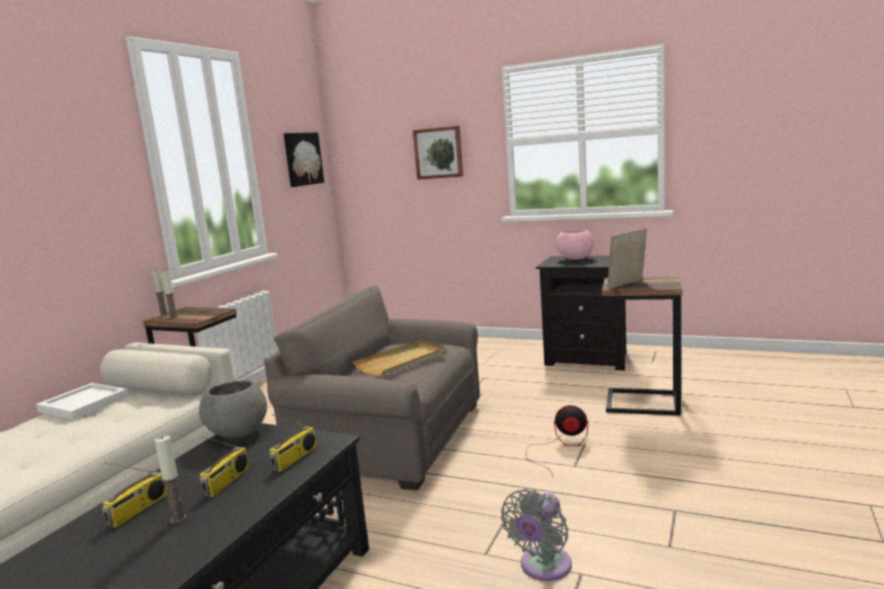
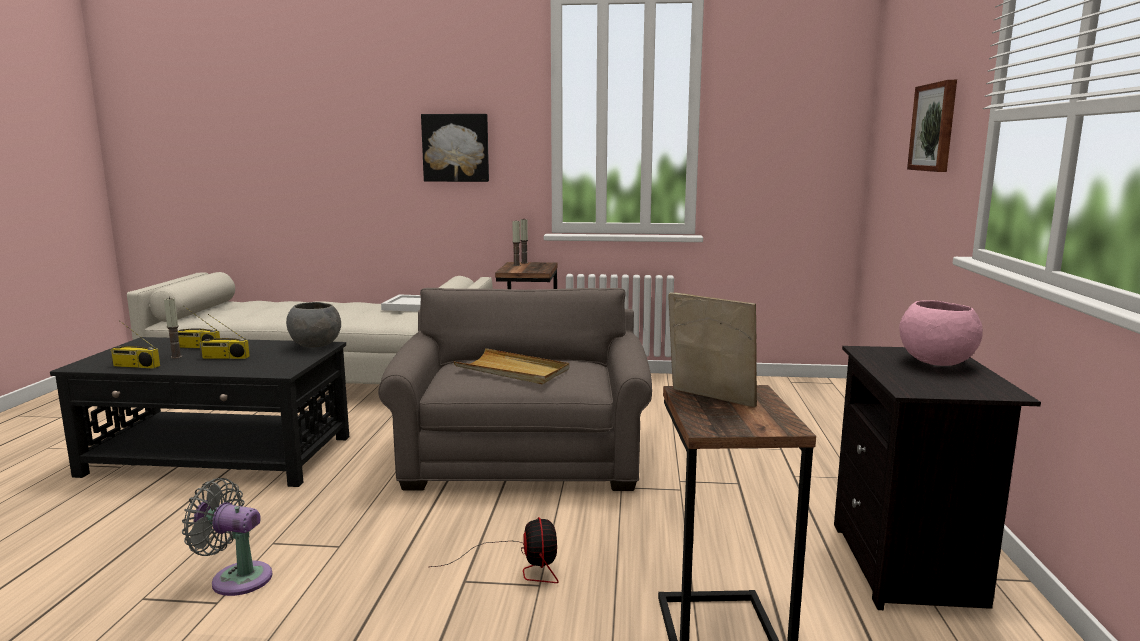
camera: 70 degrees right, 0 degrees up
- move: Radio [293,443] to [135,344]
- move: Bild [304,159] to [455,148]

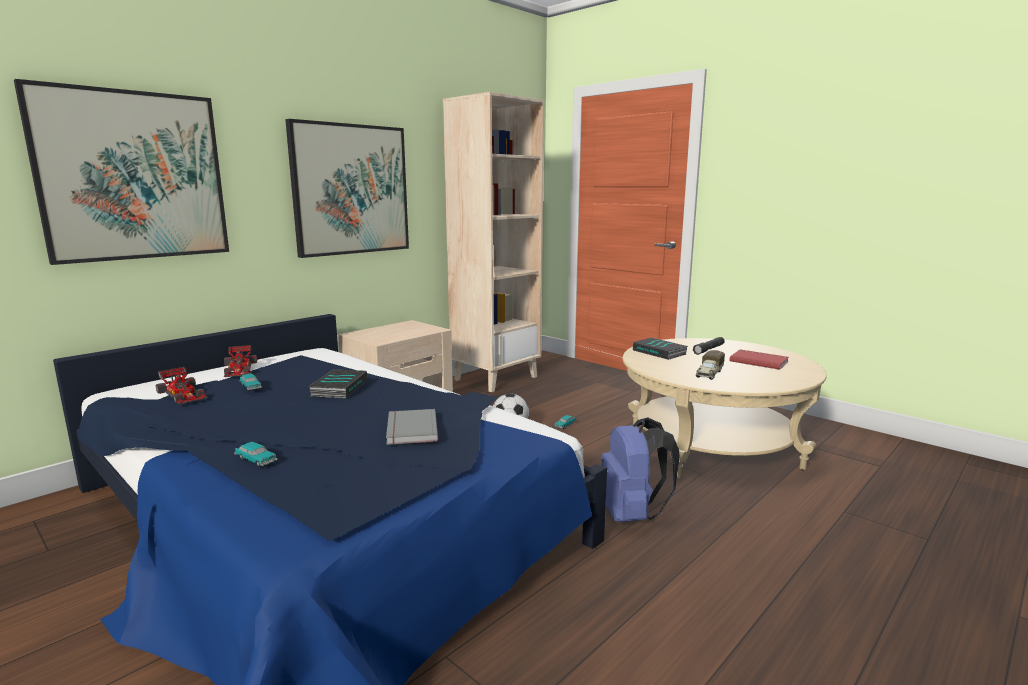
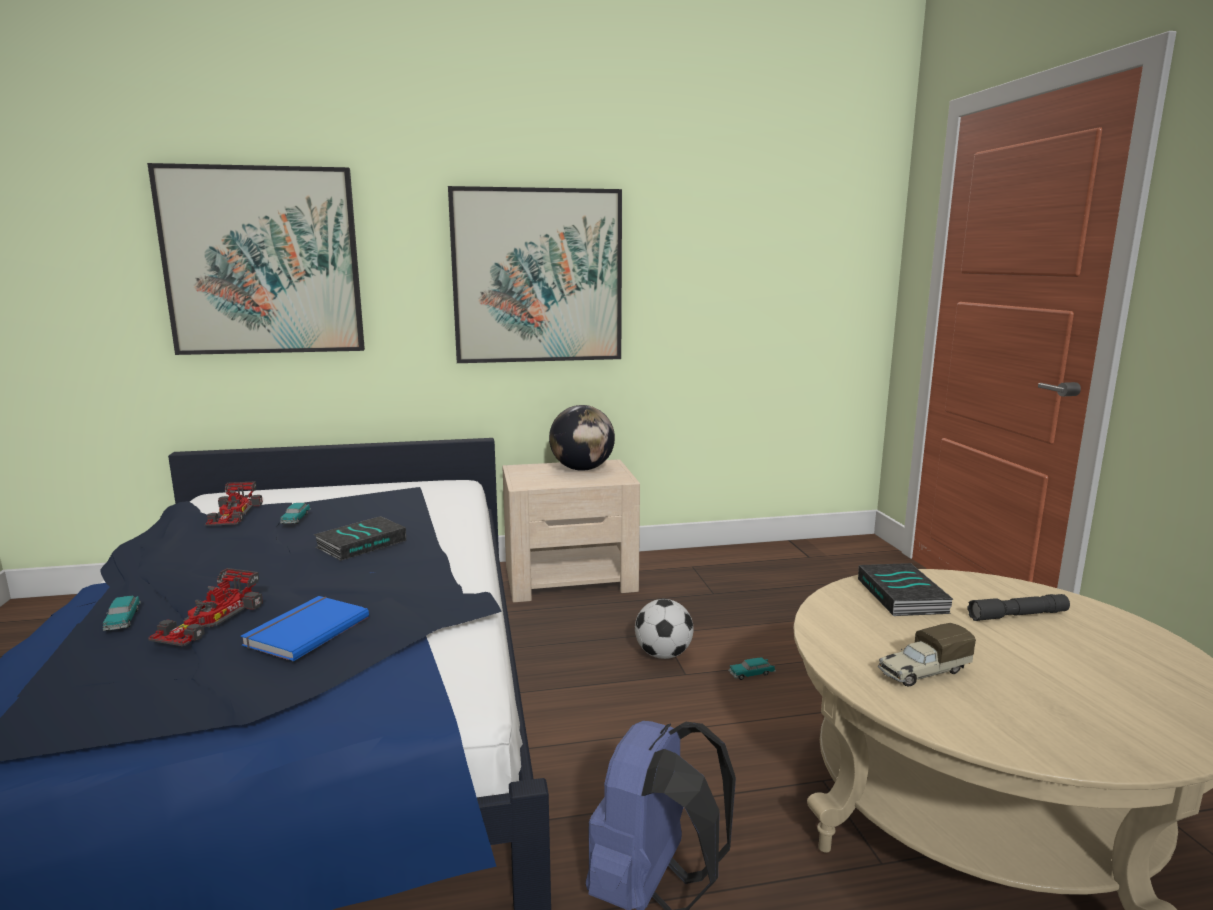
camera: 35 degrees right, 0 degrees up
- move: Spielzeugauto [240,361] to [205,607]
- recolor: Buch [grau] [412,427] to Buch [blau] [305,628]
- insert: Globus [582,438]
- delete: Bücherregal [beige] [493,242]
- delete: Buch [rot] [759,359]

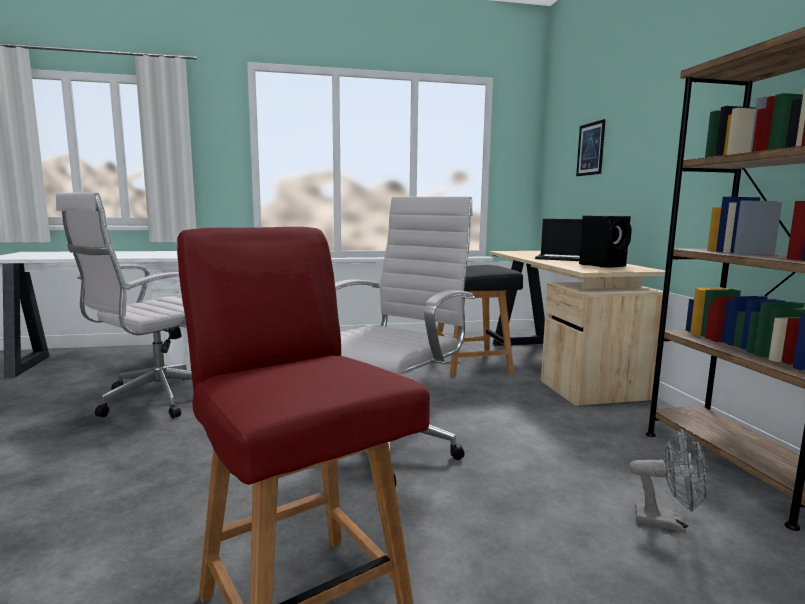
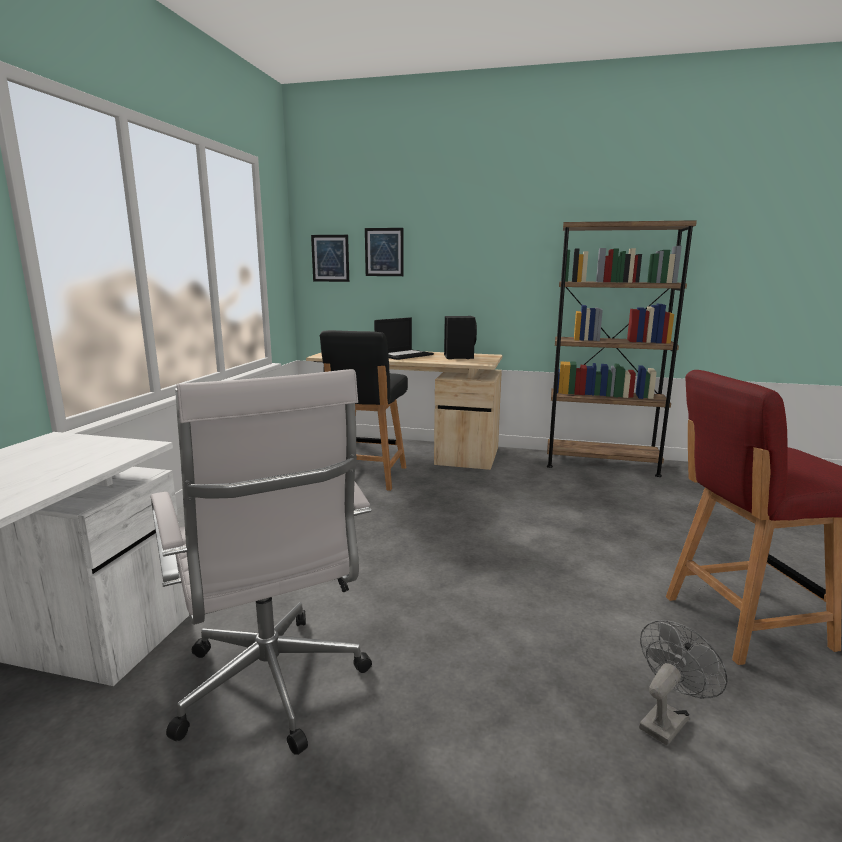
camera: 65 degrees left, 5 degrees up
- insert: Bild [330,258]
- move: Ventilator [grau] [669,481] to [683,683]
- delete: Bürostuhl [weiß] [405,341]

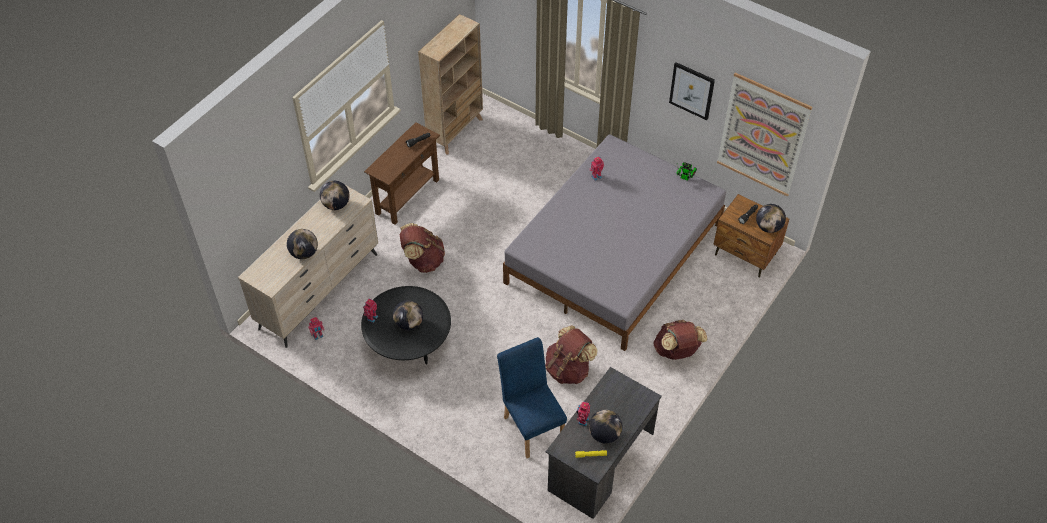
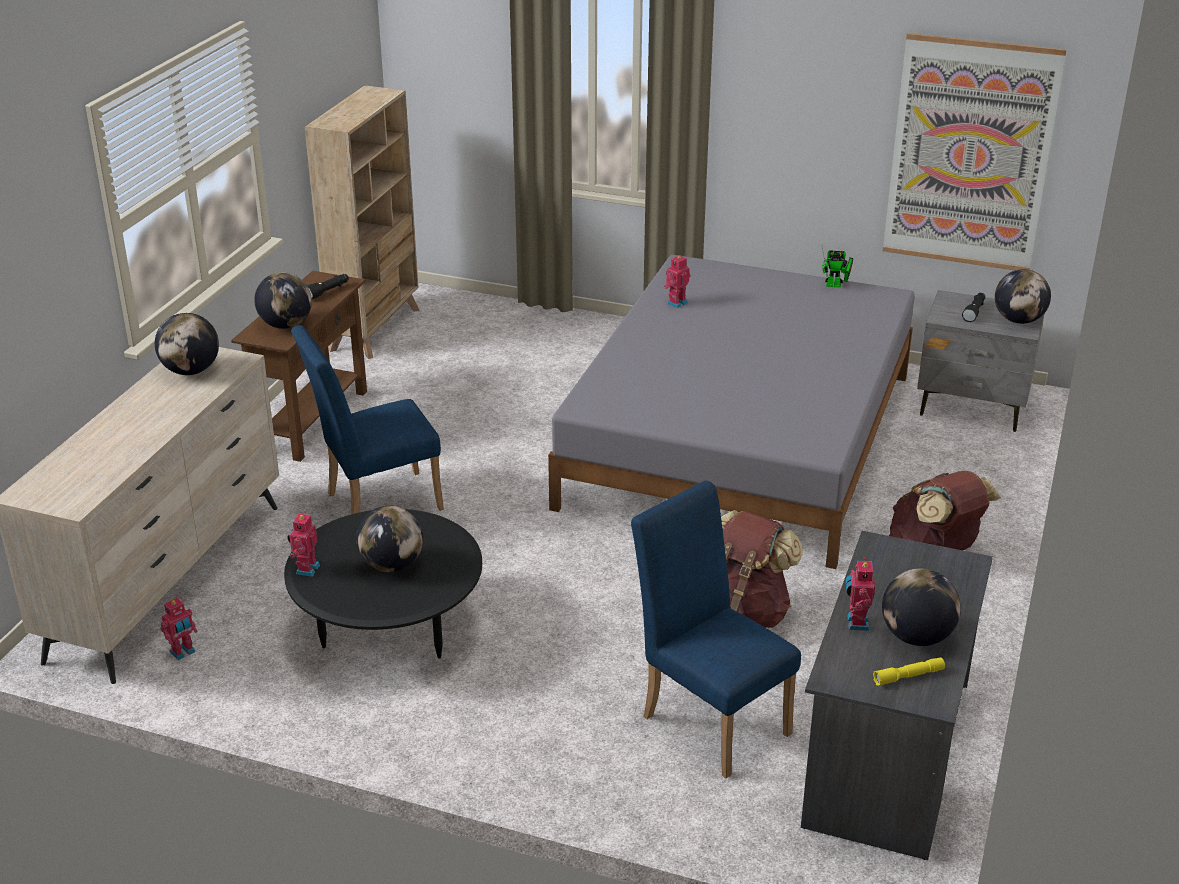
camera: 15 degrees left, 20 degrees down
- move: Globus [302,244] to [283,300]
- replace: Rucksack [braun] [422,248] to Stuhl [blau] [367,419]
- recolor: Nachttisch [braun] [751,236] to Nachttisch [grau] [981,361]
- delete: Bild [692,91]

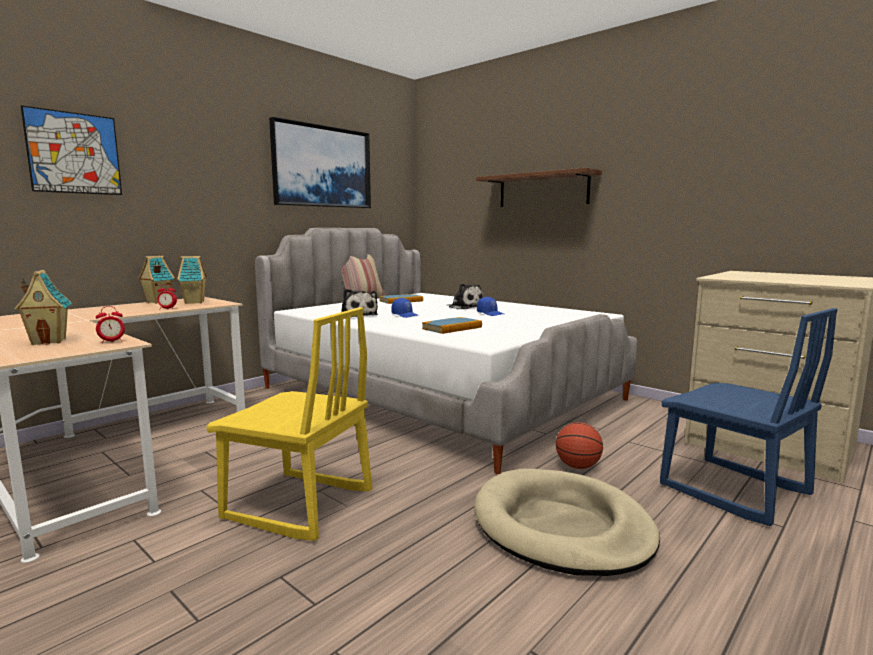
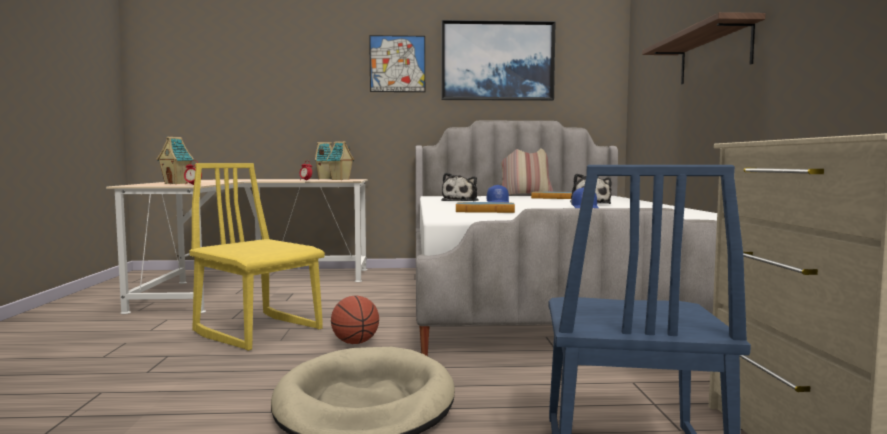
camera: 45 degrees right, 5 degrees down
- rotate: Stuhl [gelb] [289,424] = [257,257] 150 degrees clockwise
- move: Basketball [579,445] to [355,320]
- move: Bild [71,150] to [397,63]

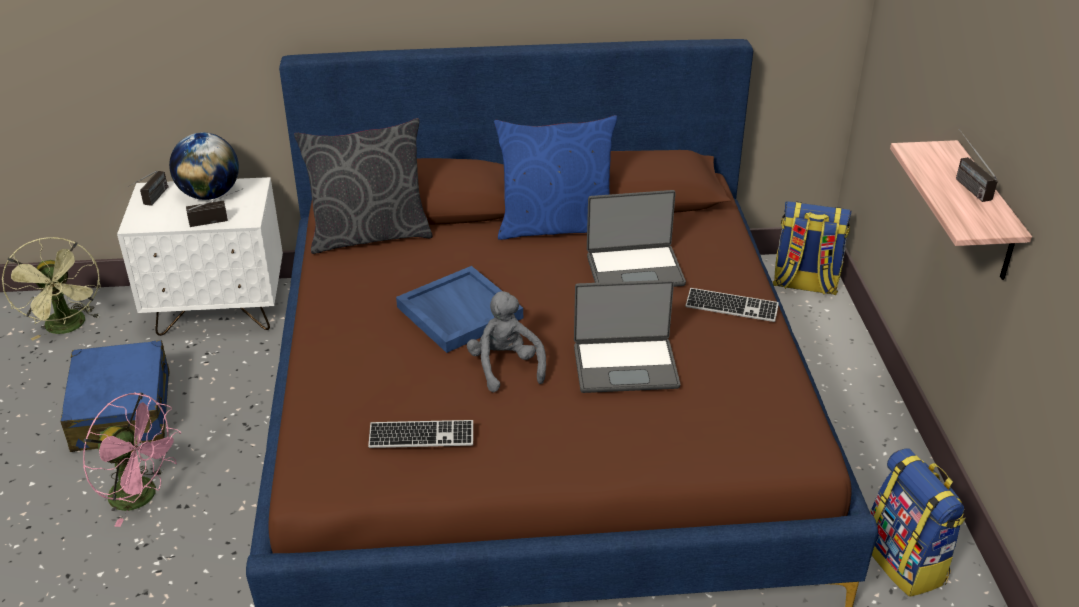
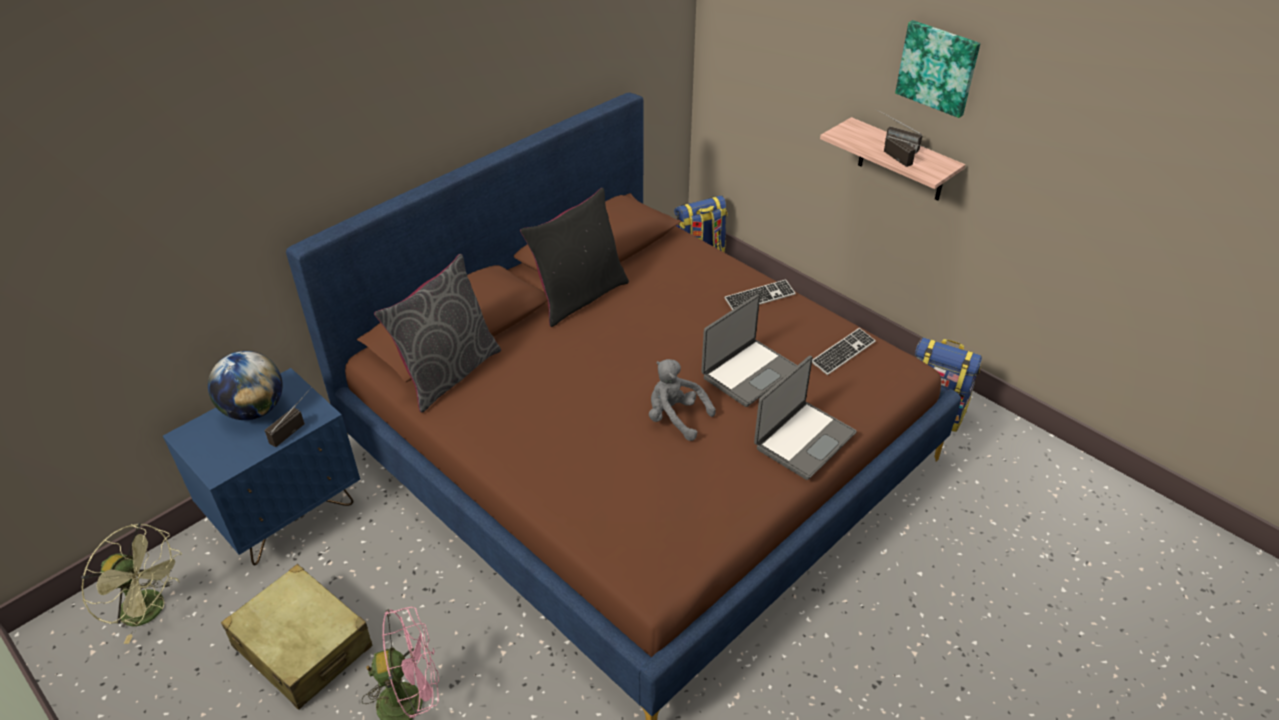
camera: 40 degrees left, 5 degrees up
- recolor: Nachttisch [weiß] [200,256] to Nachttisch [blau] [261,467]
- recolor: Koffer [blau] [114,396] to Koffer [beige] [296,637]
- recolor: Kissen [blau] [555,177] to Kissen [schwarz] [574,257]
- move: Laptop [636,238] to [805,418]
- move: Tastatur [420,434] to [844,351]
- move: Radio [148,188] to [905,150]
- insert: Bild [937,69]
- delete: Tablett [blau] [459,309]

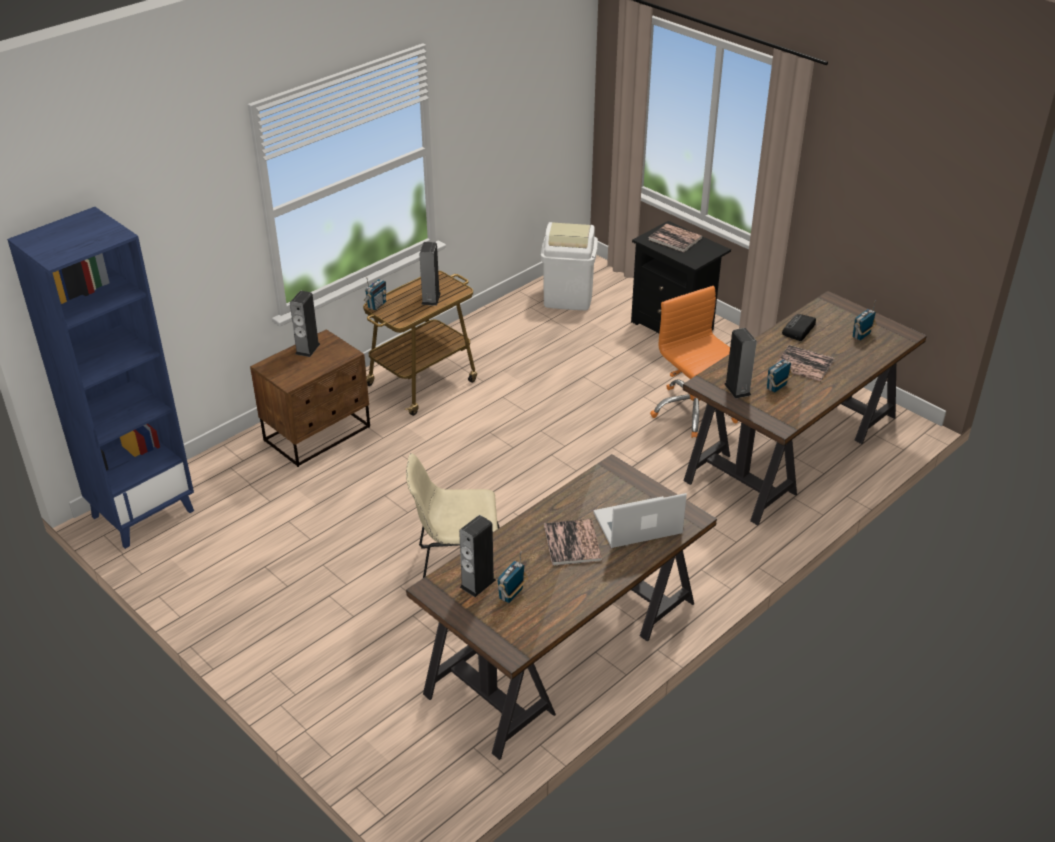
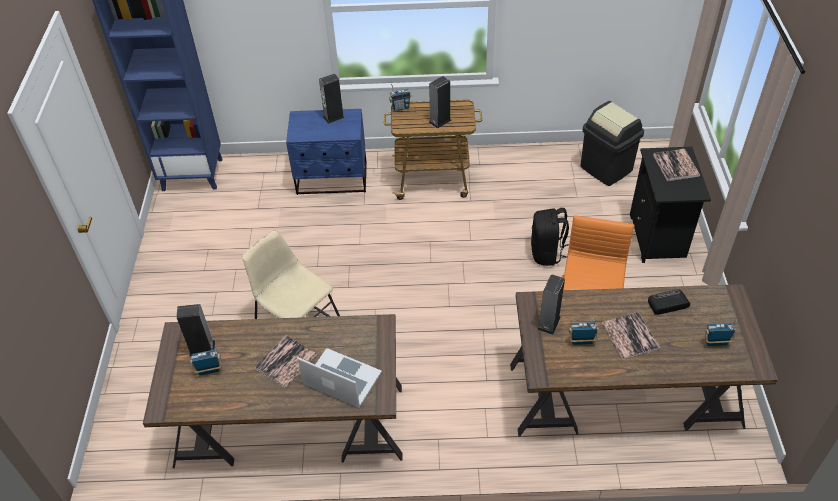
camera: 45 degrees right, 10 degrees up
- recolor: Nachttisch [braun] [310,398] to Nachttisch [blau] [326,152]
- insert: Rucksack [schwarz] [550,237]
- recolor: Mülleimer [weiß] [569,266] to Mülleimer [schwarz] [612,143]

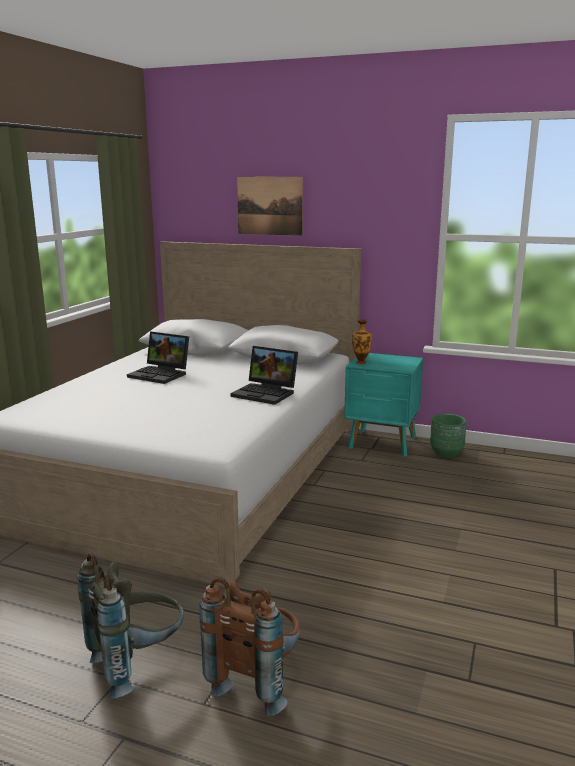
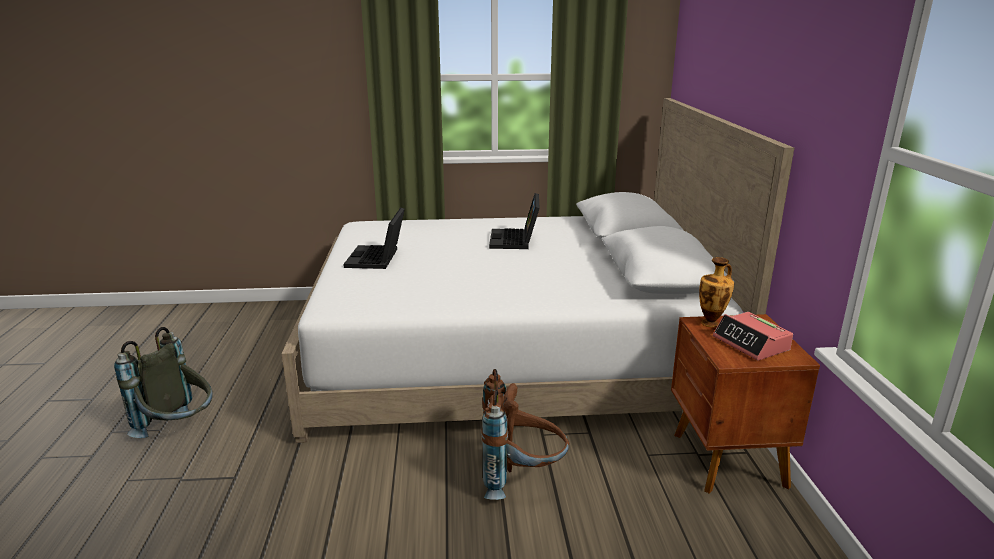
camera: 65 degrees right, 5 degrees up
- move: Laptop [264,375] to [374,238]
- move: Rucksack [braun] [249,647] to [525,434]
- recolor: Nachttisch [türkis] [383,405] to Nachttisch [braun] [745,404]
- insert: Wecker [753,336]
- delete: Bild [270,206]
- delete: Pflanzkübel [grün] [448,435]

